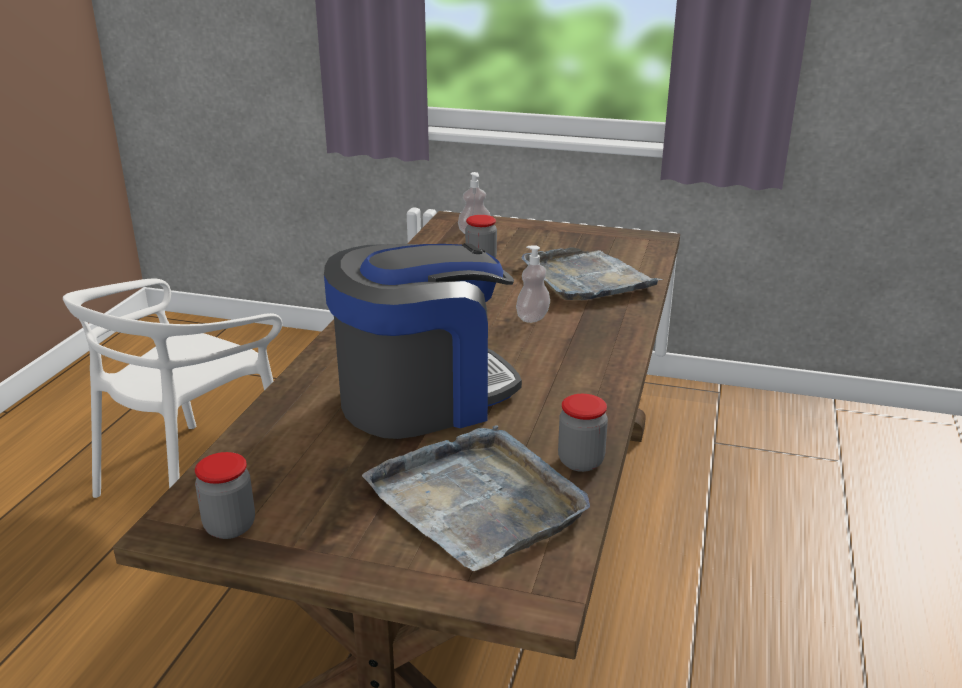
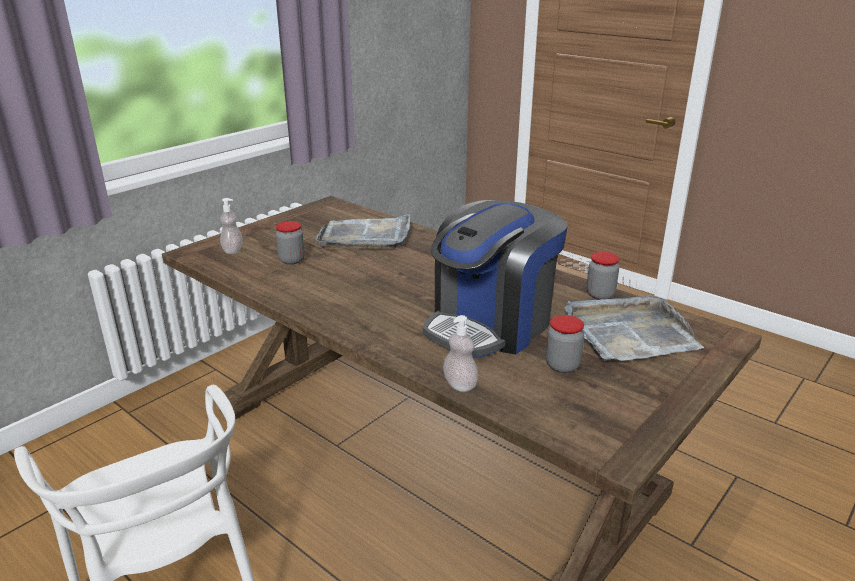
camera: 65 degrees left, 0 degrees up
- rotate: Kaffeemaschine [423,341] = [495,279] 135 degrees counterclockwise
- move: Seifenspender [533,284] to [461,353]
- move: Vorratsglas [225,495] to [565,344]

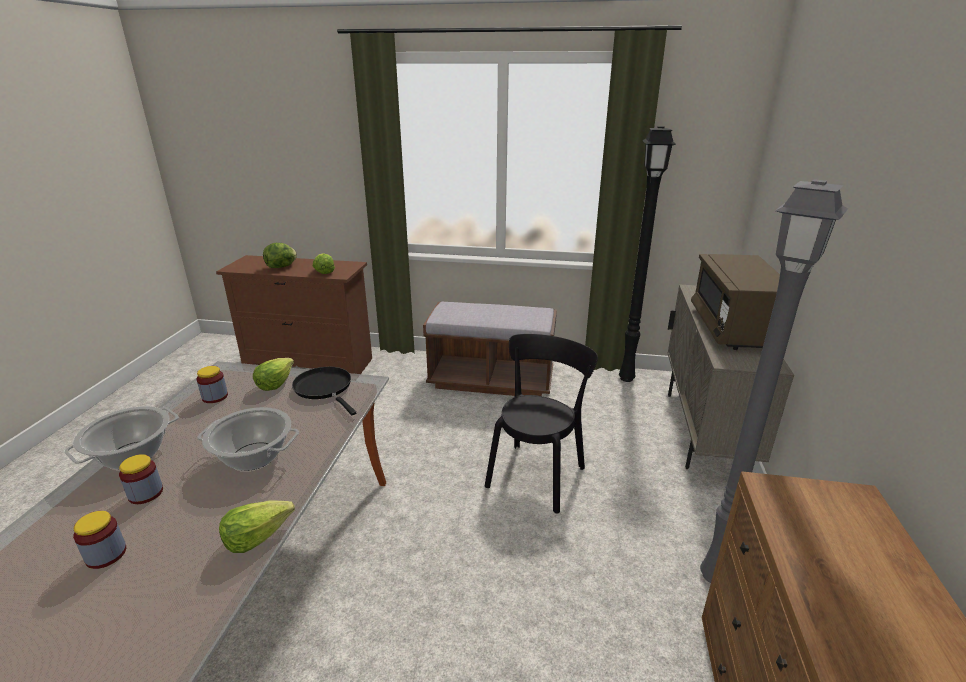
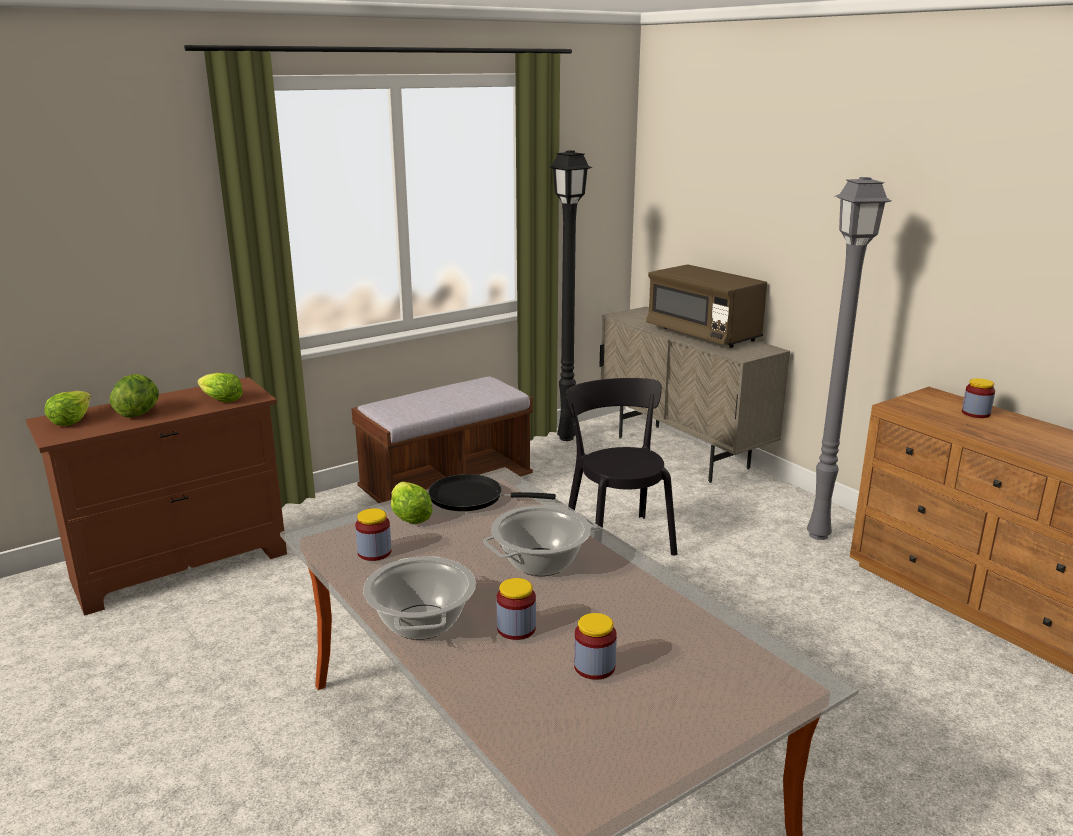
camera: 45 degrees left, 5 degrees down
- move: Salatkopf [257,526] to [68,408]
- insert: Vorratsglas [978,398]

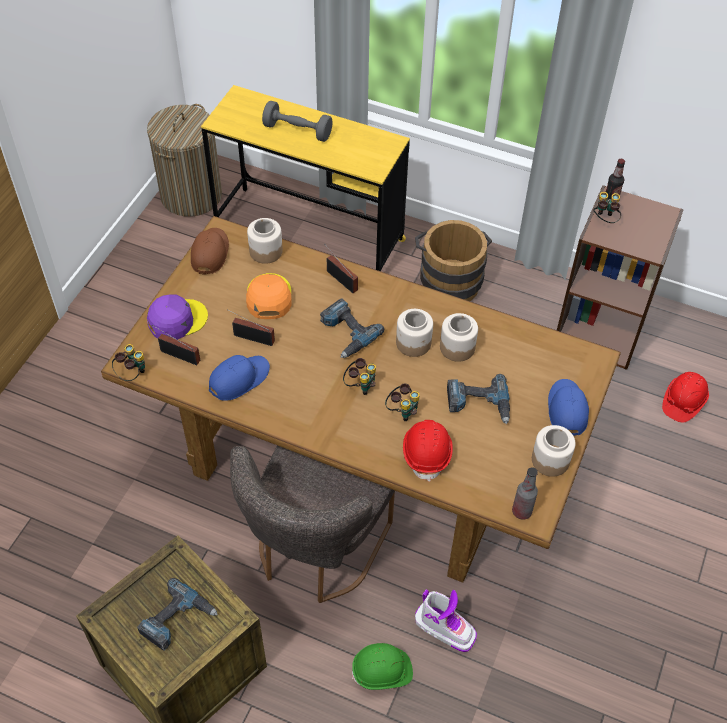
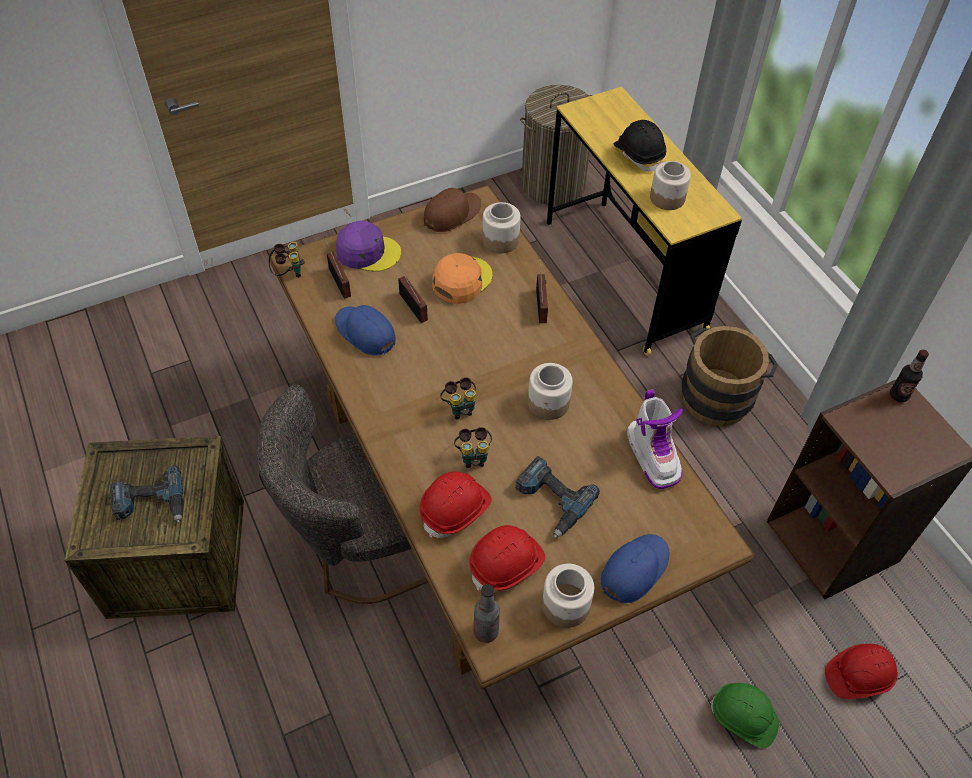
camera: 40 degrees right, 0 degrees up
- rotate: Kappe [blau] [239,378] = [365,330] 135 degrees counterclockwise
- insert: Schutzhelm [rot] [507,558]
- replace: Hantel [grau] [297,121] to Schutzhelm [schwarz] [640,146]
- move: Stiefel [446,620] to [655,439]
- move: Vorratsglas [459,337] to [670,185]
- move: Schutzhelm [grün] [382,666] to [744,715]
- delete: Bohrmaschine [352,328]
- delete: Fernglas [607,207]

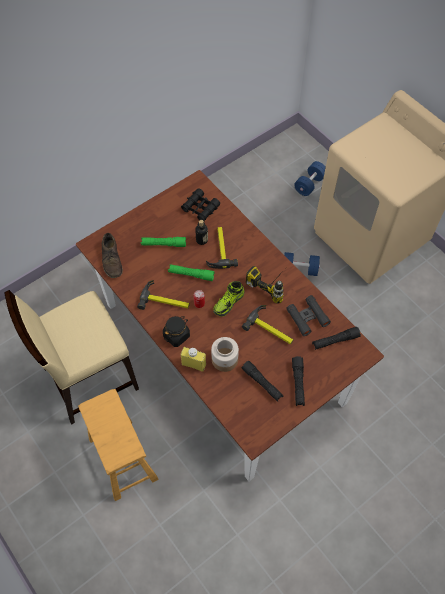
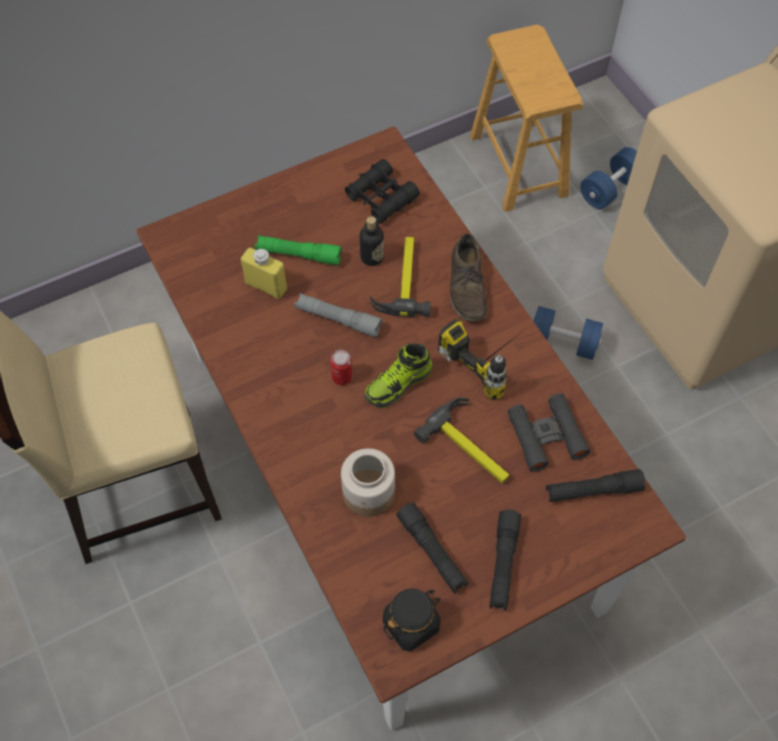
camera: 10 degrees right, 0 degrees up
- move: Flasche [gelb] [193,359] to [264,273]
- recolor: Taschenlampe [grün] [191,272] to Taschenlampe [grau] [338,315]
- move: Vorratsglas [schwarz] [176,331] to [412,620]
- move: Schuh [braun] [112,255] to [468,277]
- move: Hocker [braun] [118,445] to [526,118]
- delete: Hammer [163,295]

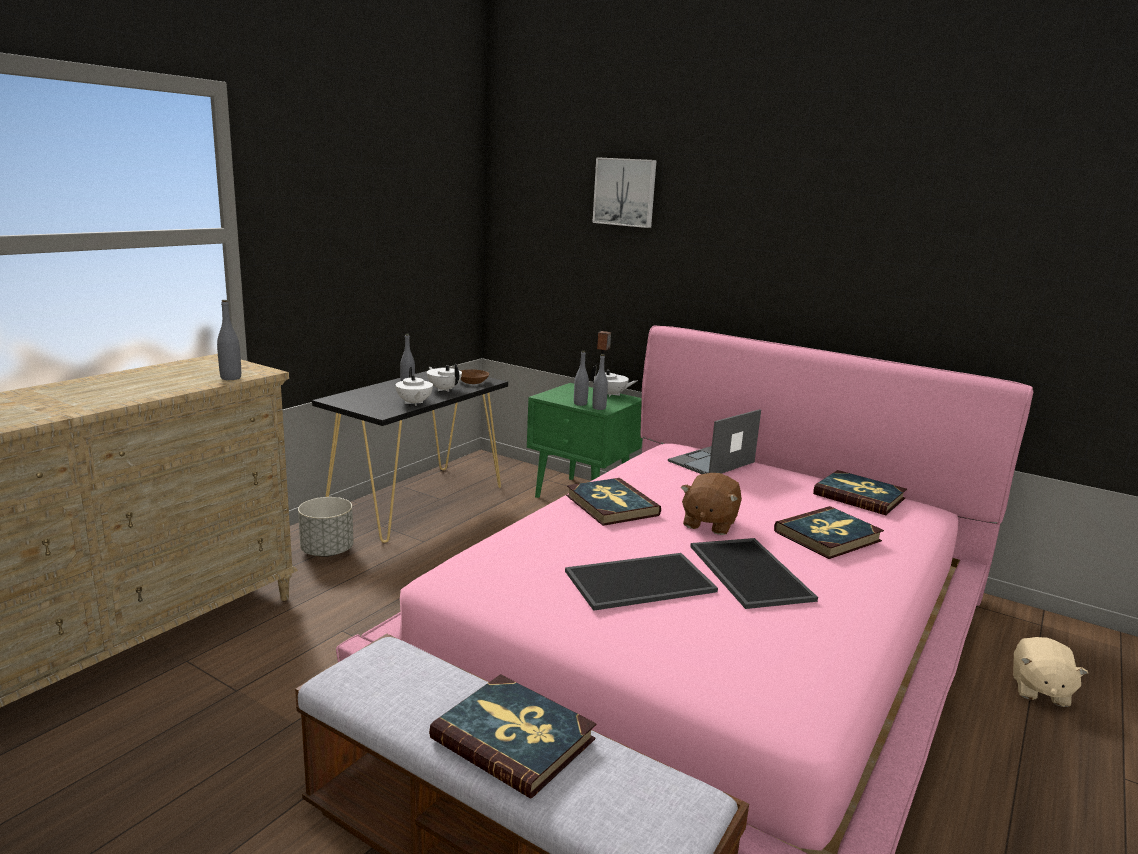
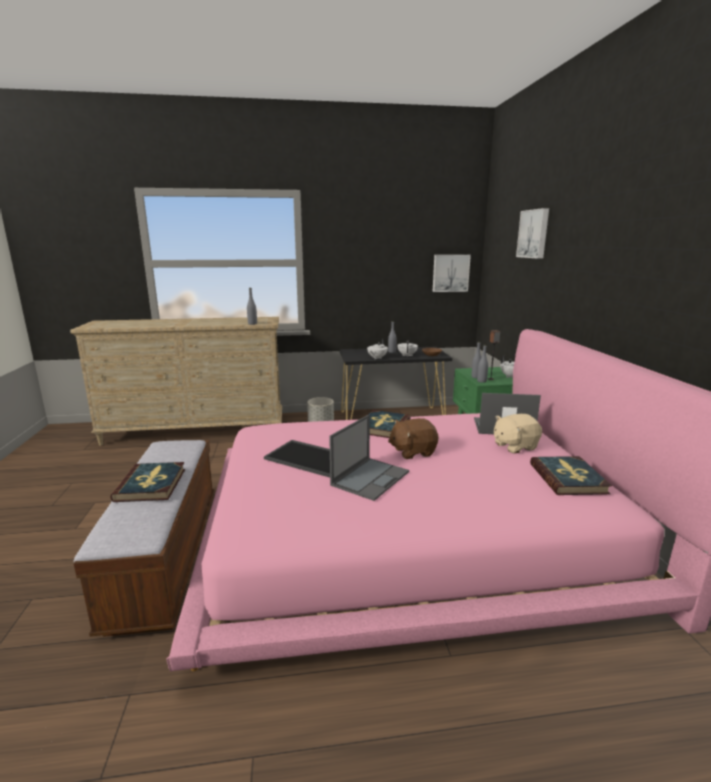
camera: 50 degrees right, 0 degrees up
- replace: Tablett [754,573] to Laptop [369,458]
- insert: Bild [452,273]
- move: Plüschtier [beige] [1050,672] to [518,433]
- delete: Buch [829,532]

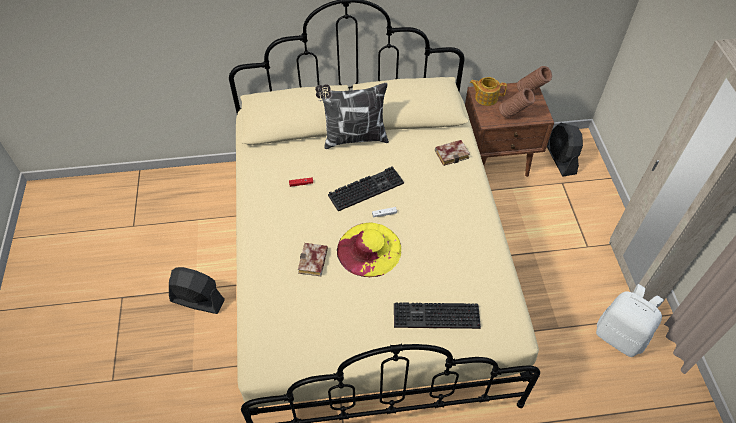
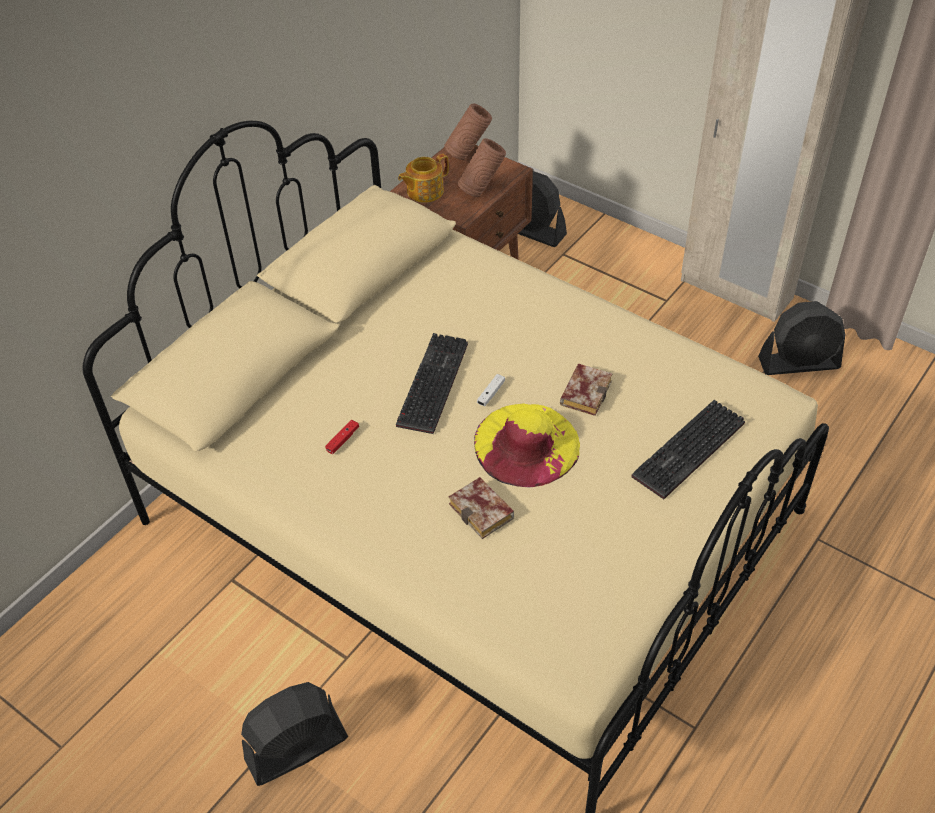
camera: 45 degrees left, 5 degrees down
- move: Buch [452,153] to [586,390]
- replace: Rucksack [weiß] [630,320] to Ventilator [schwarz] [802,338]
- delete: Kissen [352,116]

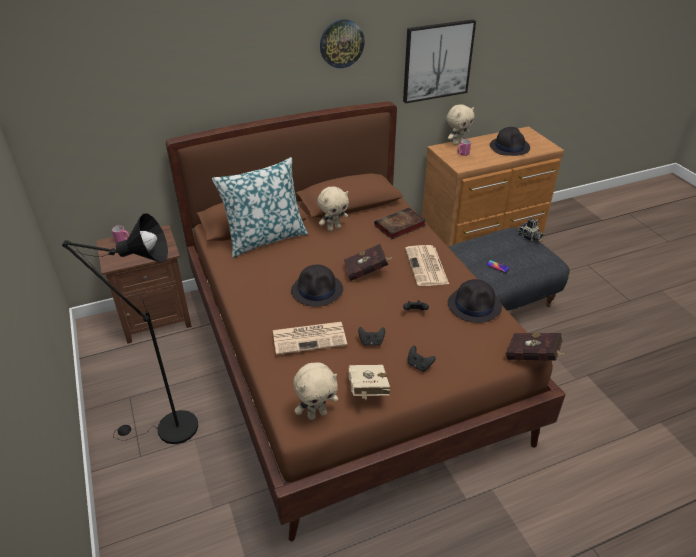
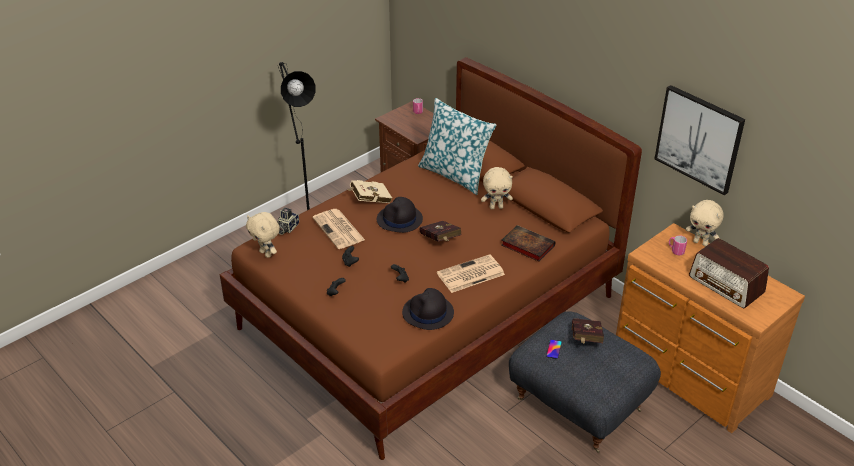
camera: 70 degrees right, 0 degrees up
- move: Kamera [530,229] to [288,221]
- move: Buch [beige] [369,382] to [370,191]
- rotate: Plüschtier [beige] [333,209] = [497,188] 45 degrees counterclockwise
- move: Buch [rot] [537,347] to [588,331]
- replace: Hut [schwarz] [510,141] to Radio [729,273]
- delete: Wanduhr [342,43]

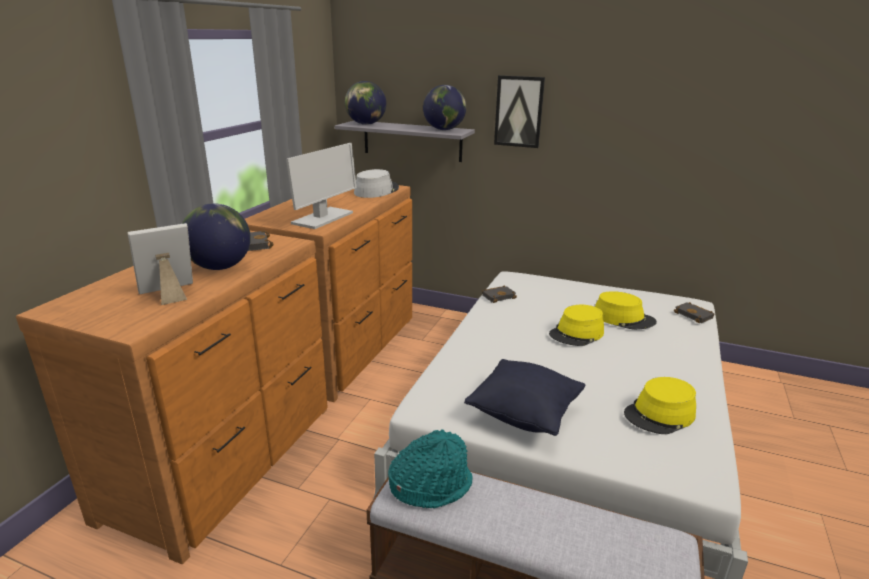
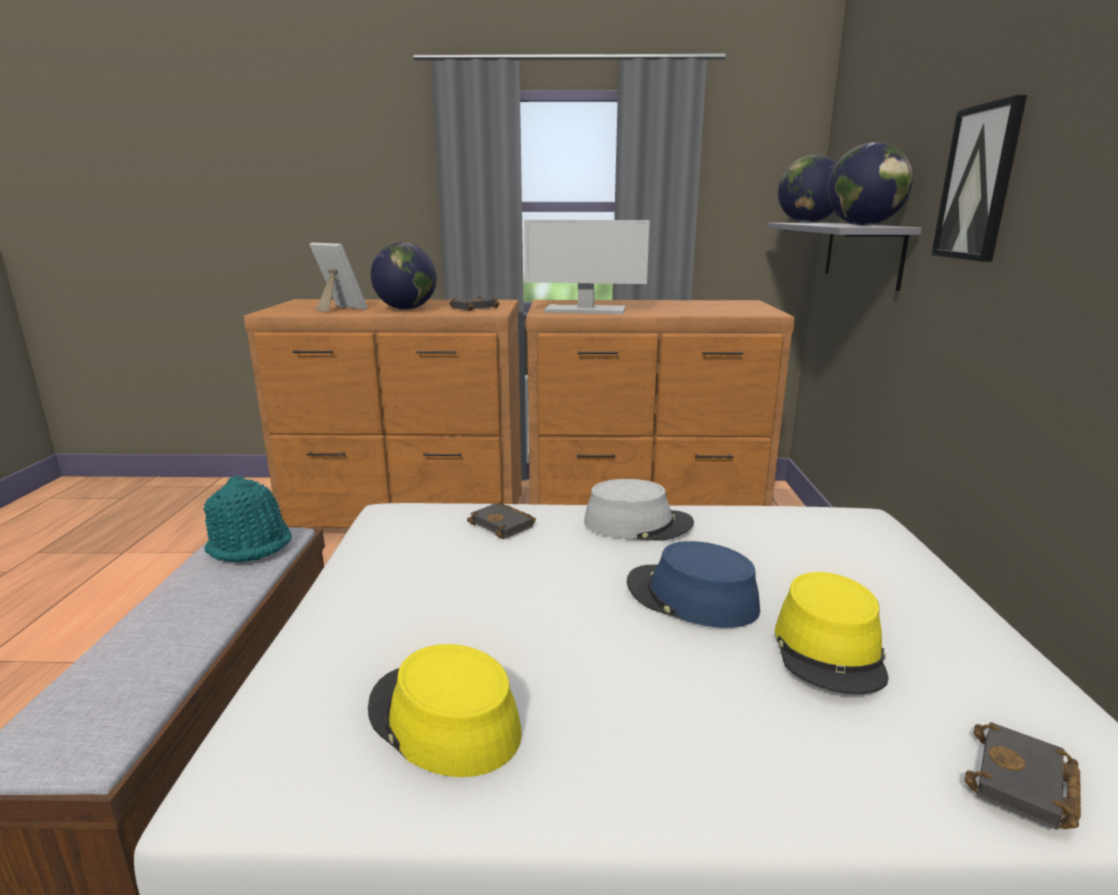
camera: 70 degrees right, 5 degrees down
- move: Buch [schwarz] [499,294] to [501,520]
- move: Hut [grau] [376,183] to [639,510]
- recolor: Hut [gelb] [576,325] to Hut [blau] [693,584]
- delete: Kissen [schwarz] [524,397]

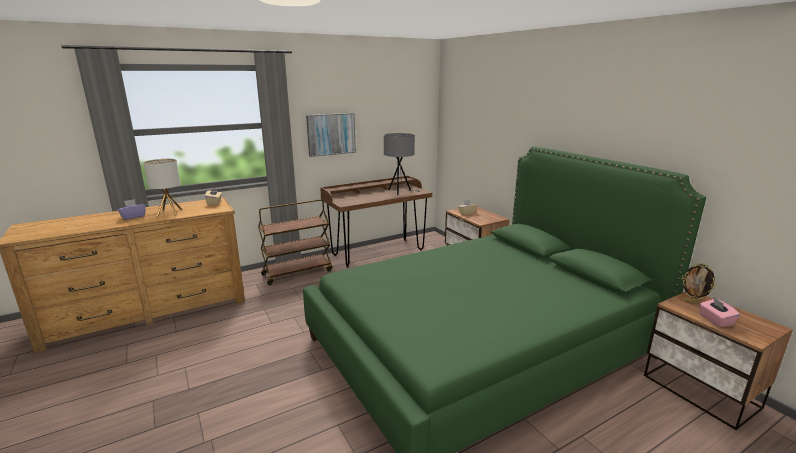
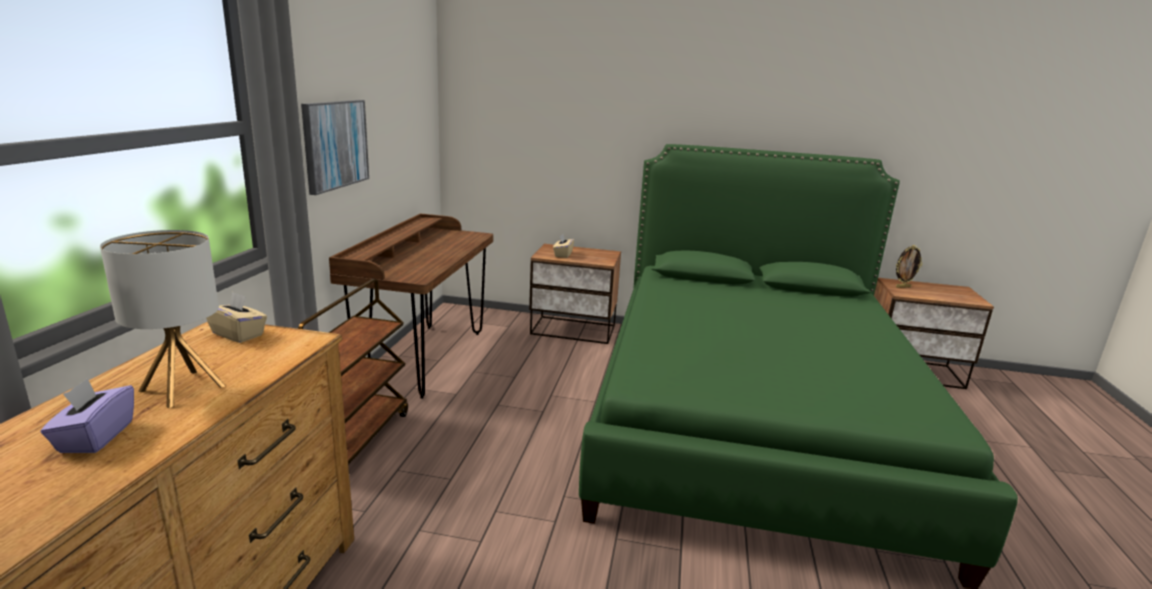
camera: 50 degrees left, 0 degrees up
- delete: Tischlampe [grau] [402,164]
- delete: Taschentuchbox [rosa] [719,312]

